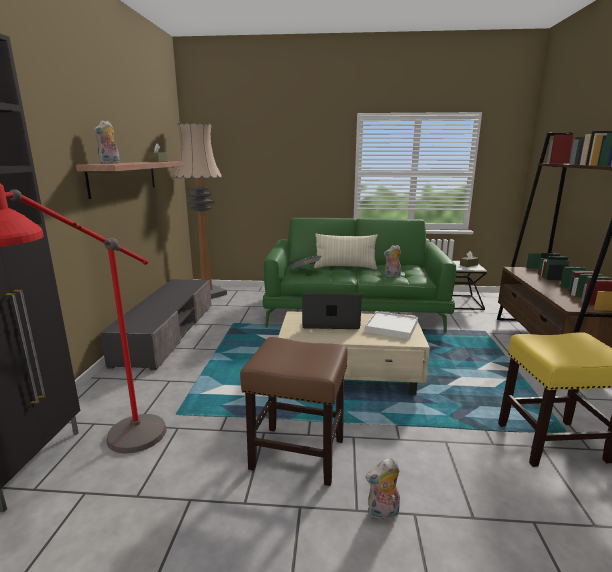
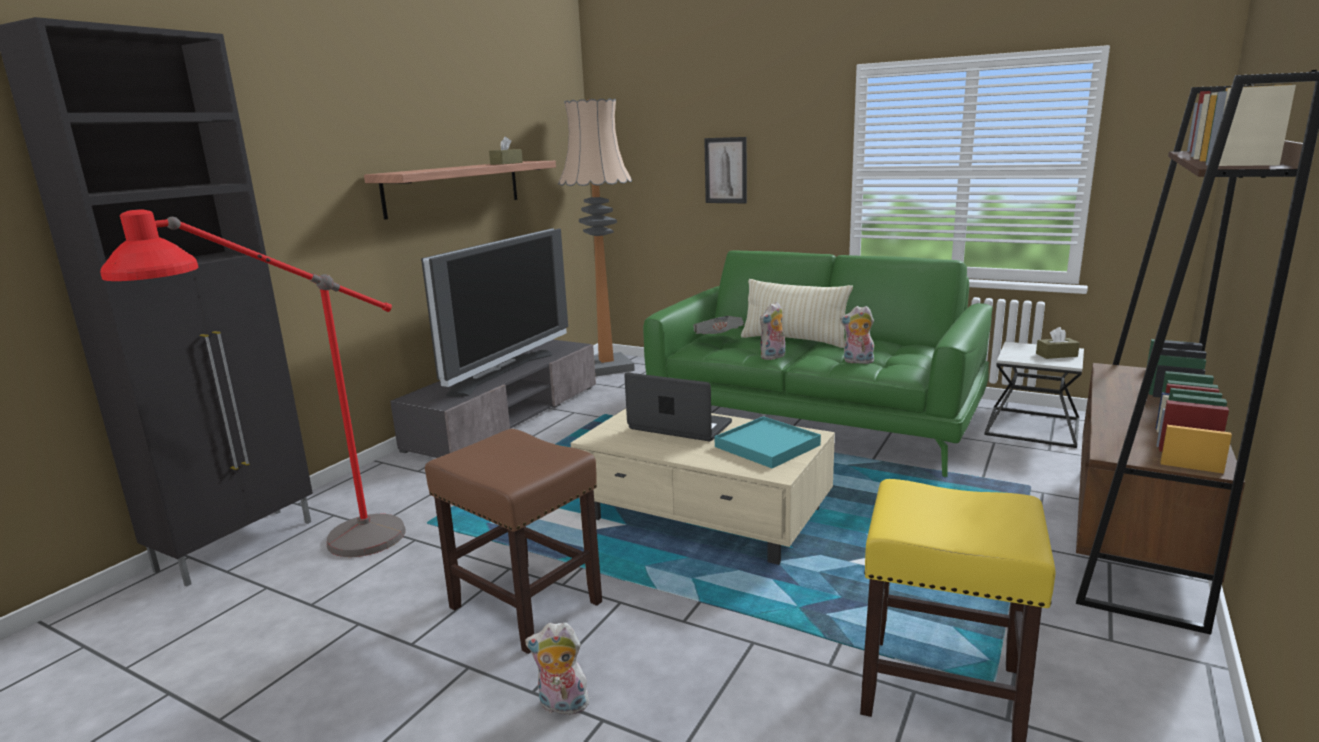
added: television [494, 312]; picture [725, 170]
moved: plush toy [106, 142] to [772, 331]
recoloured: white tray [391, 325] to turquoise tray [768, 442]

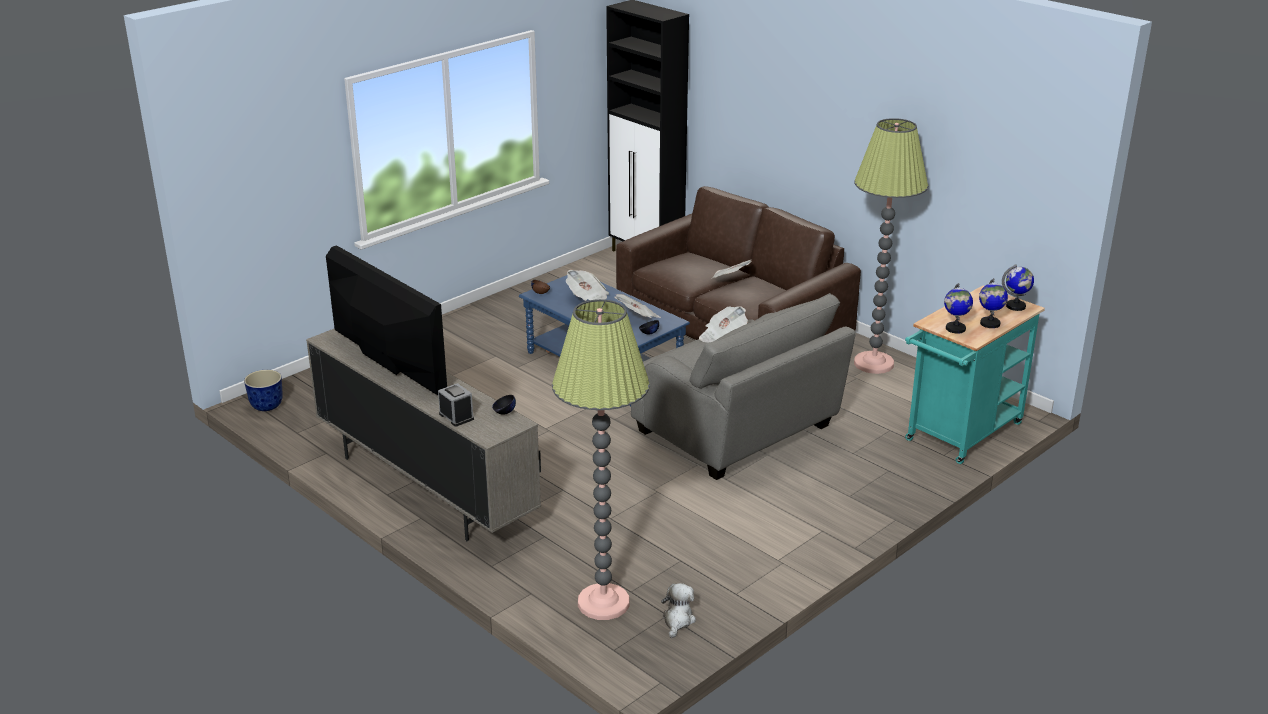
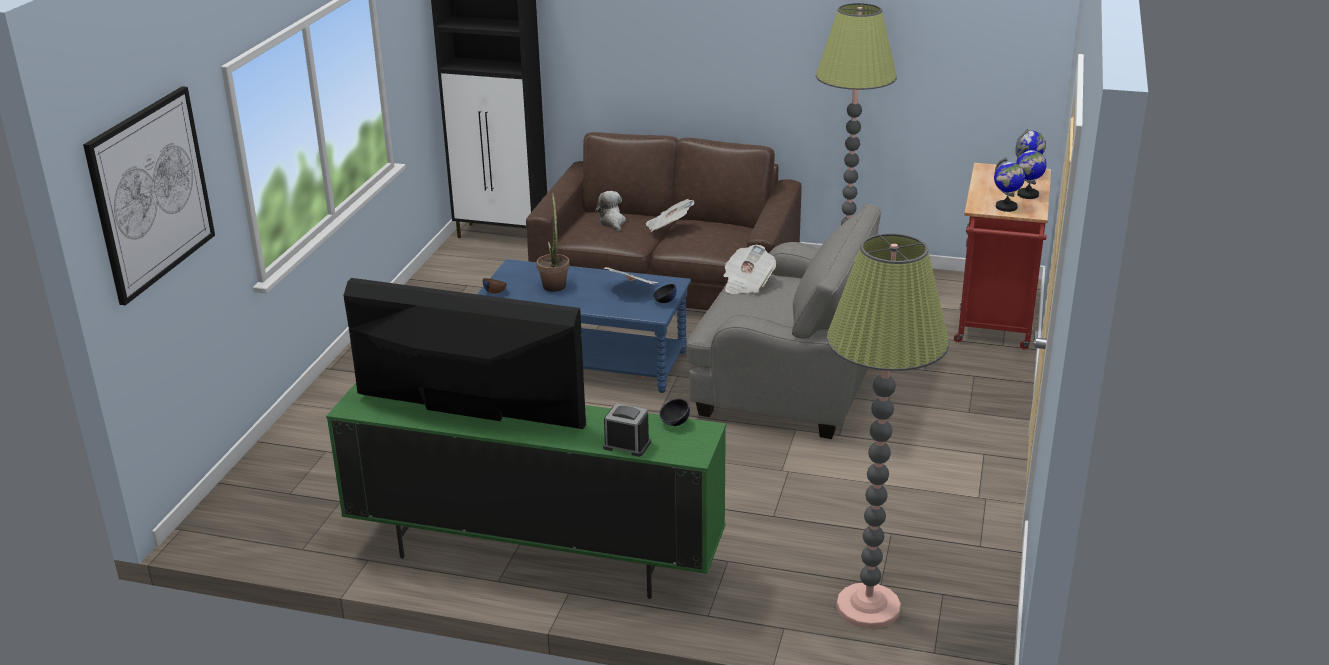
removed: planter [263, 390]
added: picture [149, 195]
moved: plush toy [678, 610] to [610, 211]
replaced: newspaper [587, 285] to potted plant [553, 242]
recoloured: beige tv stand [423, 434] to green tv stand [526, 491]; turquoise cart [975, 375] to red cart [1002, 256]

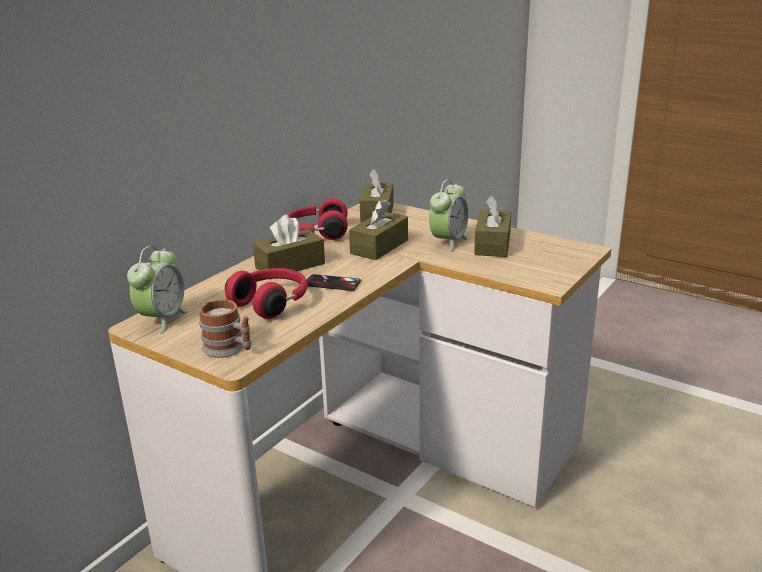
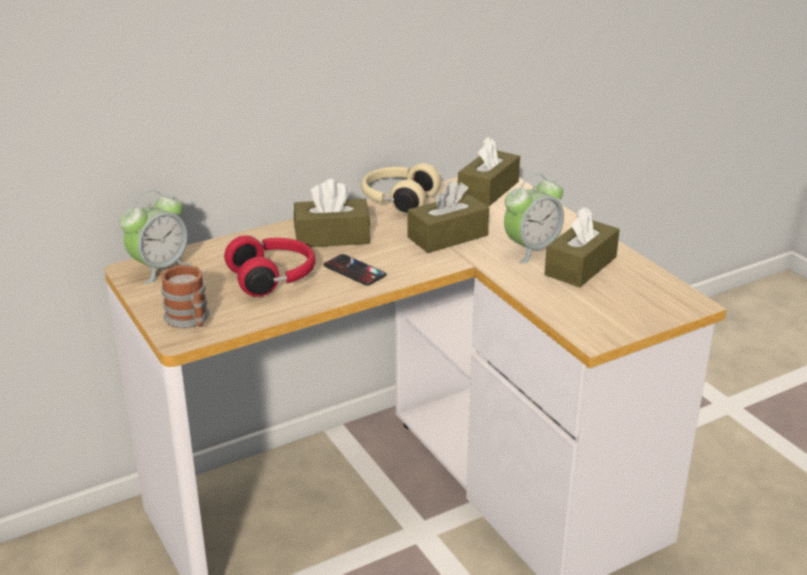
recoloured: red headphones [318, 219] to beige headphones [401, 189]

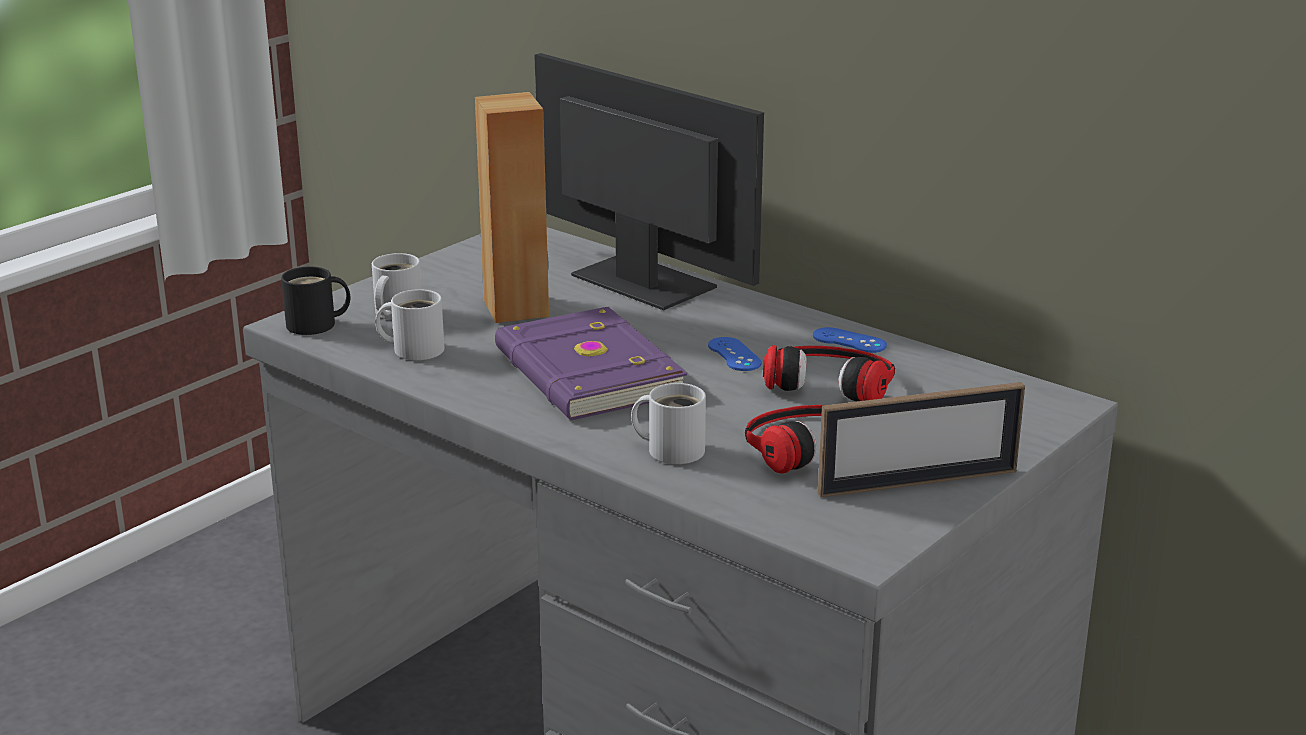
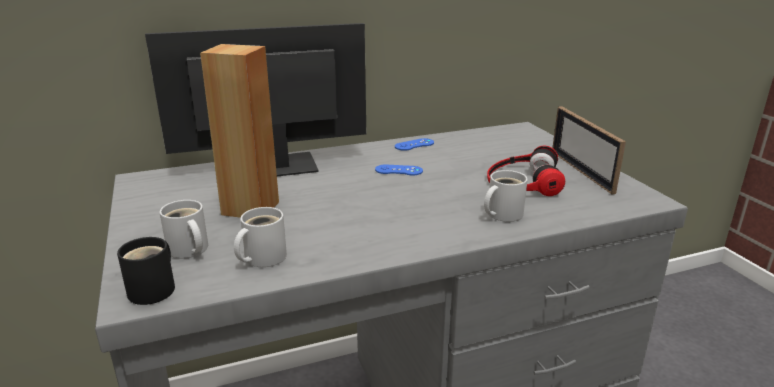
removed: purple book [591, 363]; headphones [829, 373]
turned: picture frame [921, 439] = [589, 150] 150 degrees clockwise

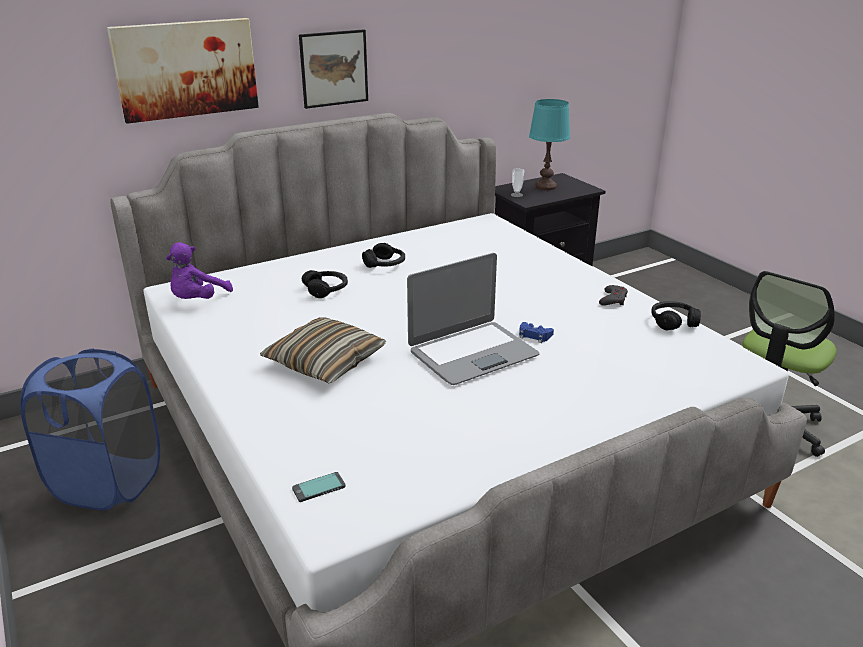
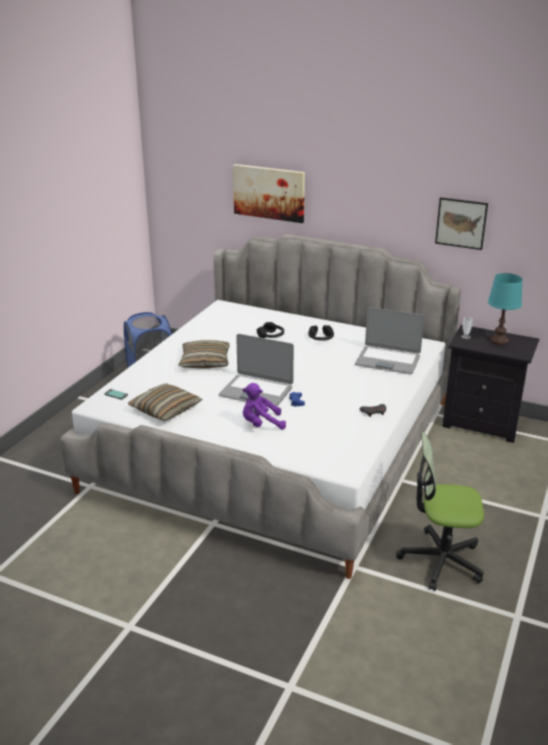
removed: black headphones [676, 316]
added: pillow [165, 402]; laptop [389, 340]
moved: purple plush toy [199, 270] to [264, 406]; picture [333, 69] to [461, 223]

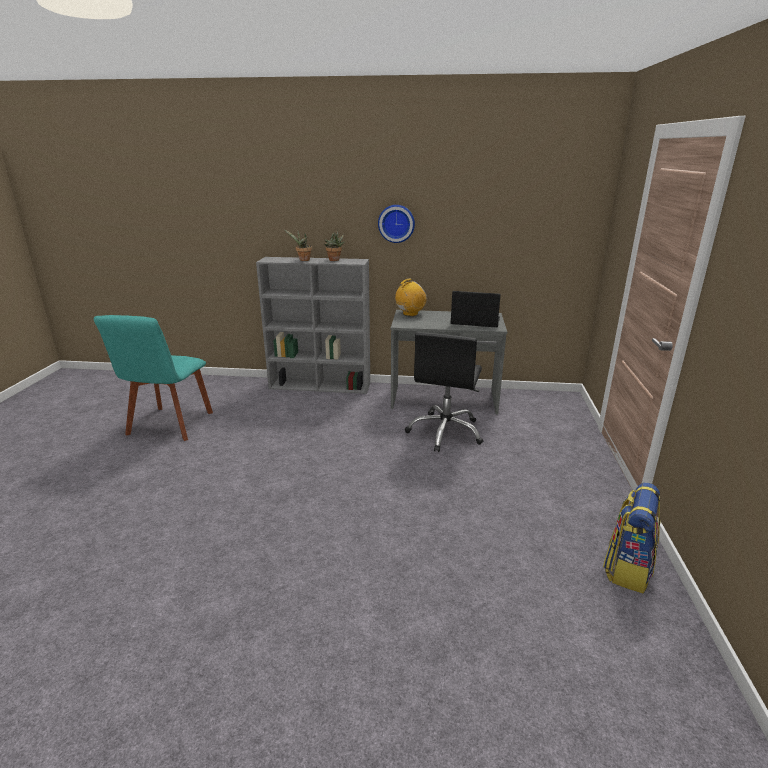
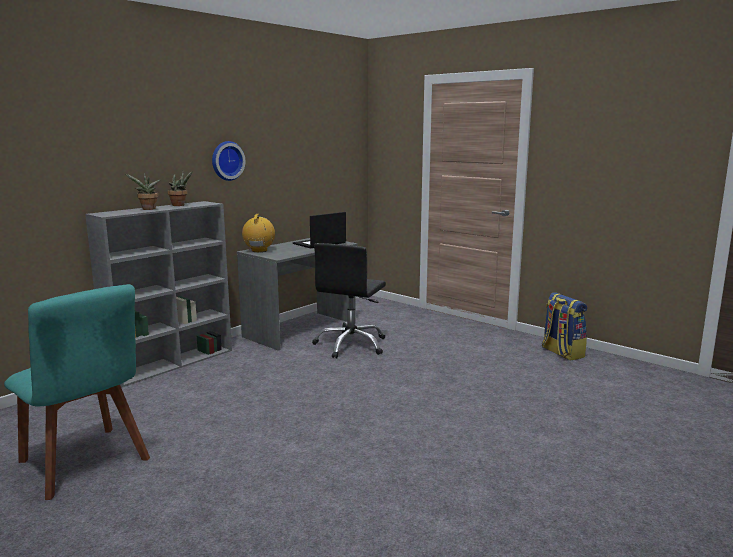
turned: black office chair [444, 392] = [349, 300] 60 degrees clockwise

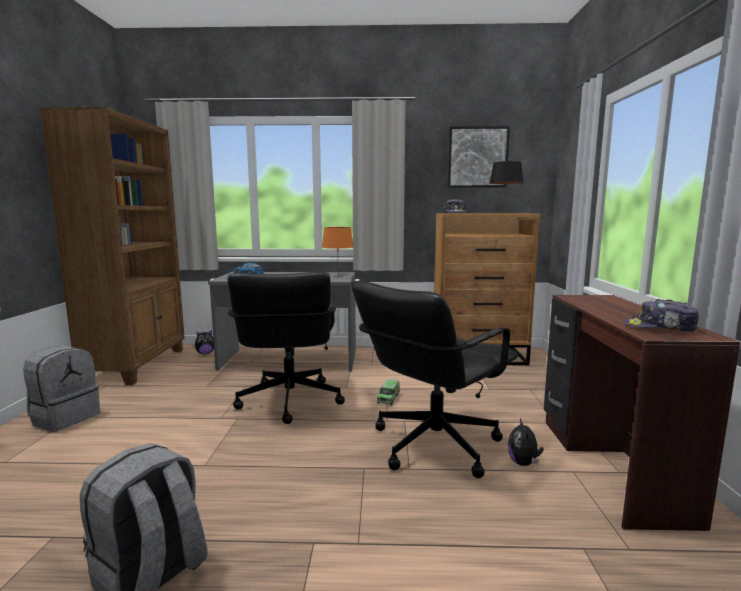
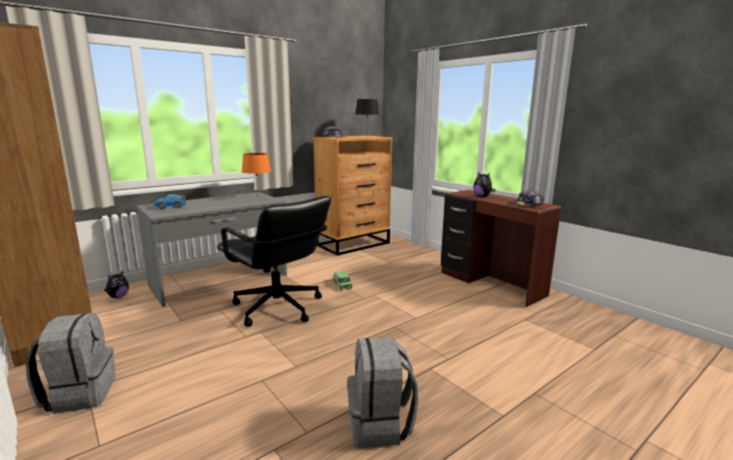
removed: black office chair [434, 379]; picture [479, 157]
moved: plush toy [526, 442] to [484, 184]

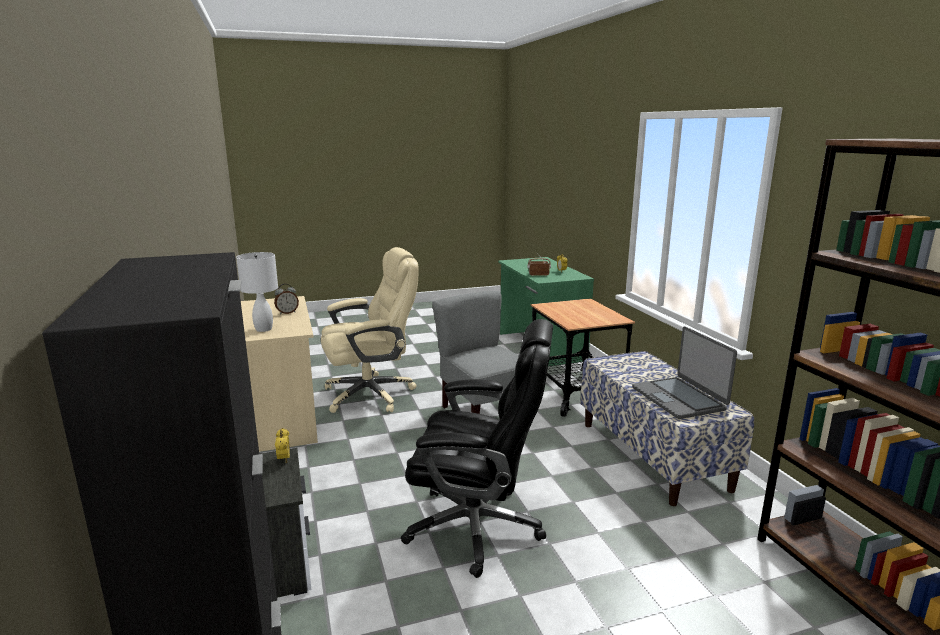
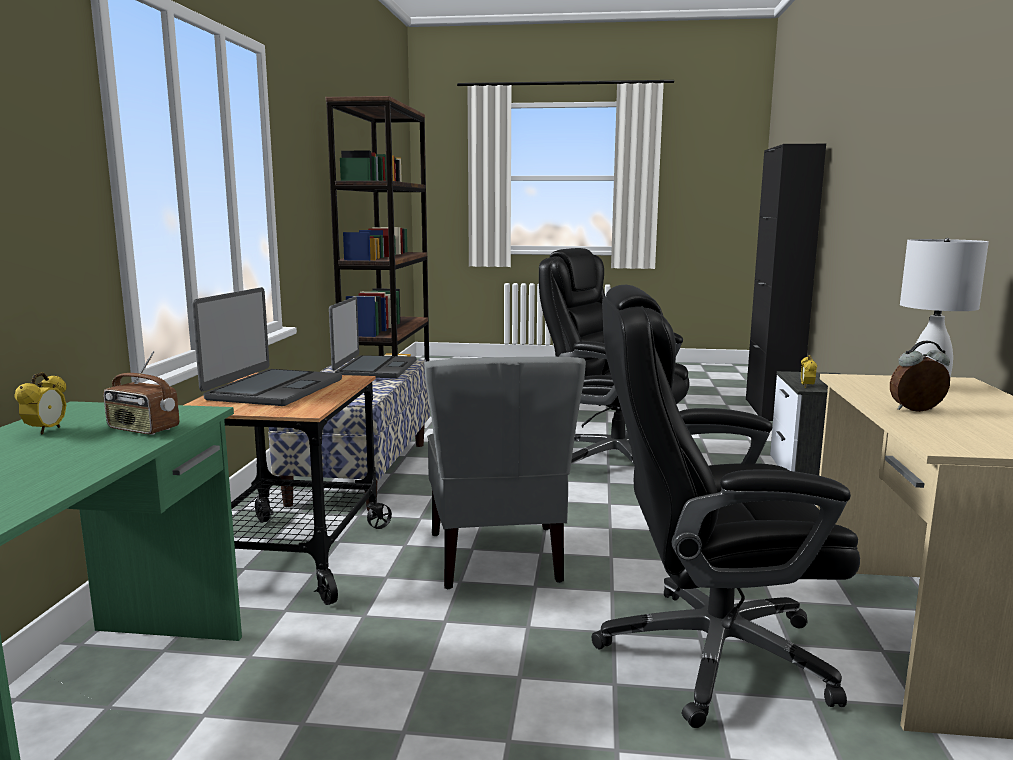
added: laptop [267, 346]
recoloured: beige office chair [369, 330] to black office chair [725, 506]

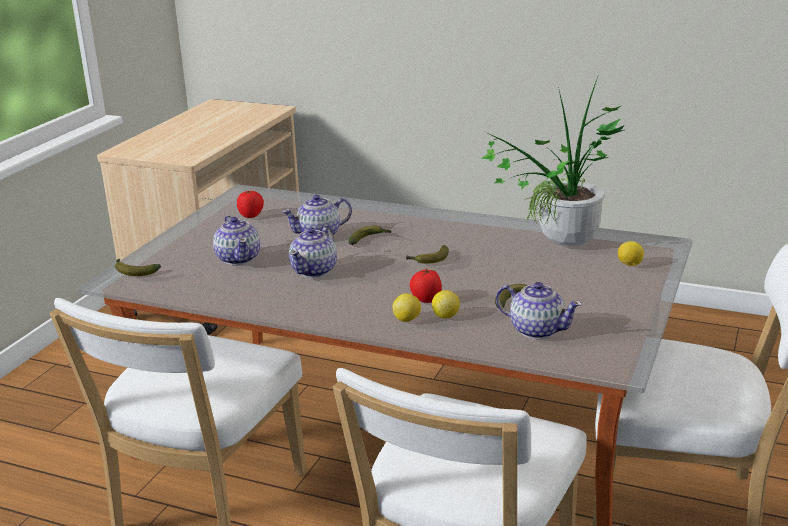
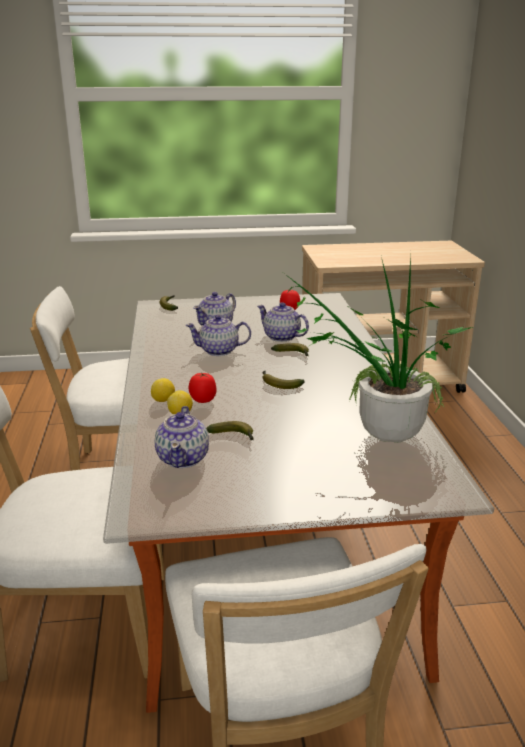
removed: lemon [631, 253]

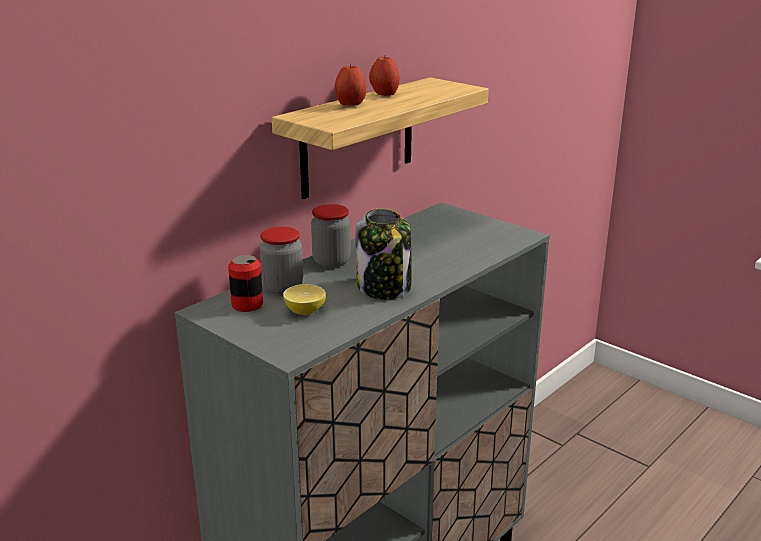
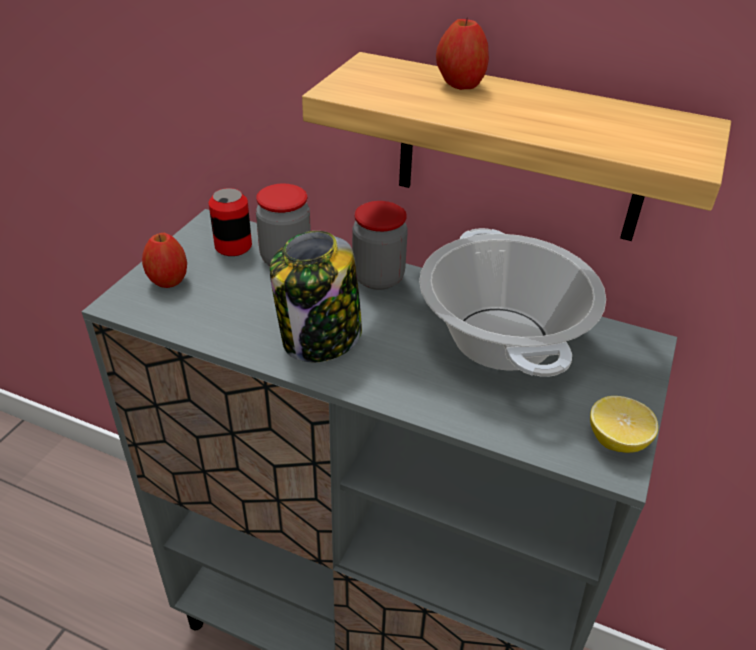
added: cooking pot [512, 302]
moved: lemon [304, 299] to [624, 424]; apple [384, 76] to [164, 260]

